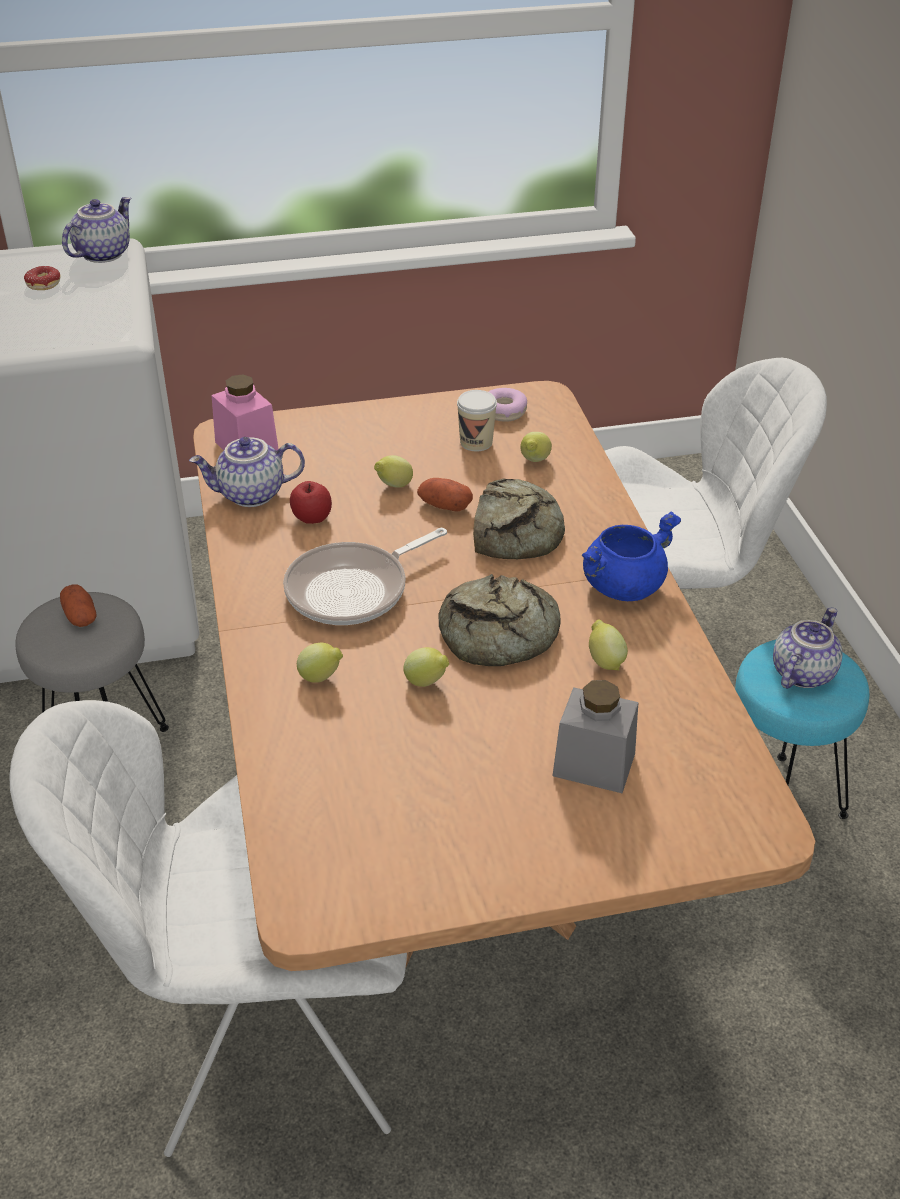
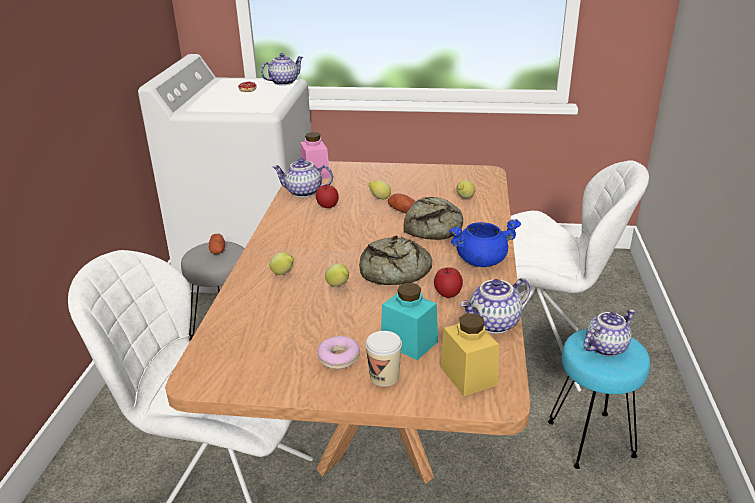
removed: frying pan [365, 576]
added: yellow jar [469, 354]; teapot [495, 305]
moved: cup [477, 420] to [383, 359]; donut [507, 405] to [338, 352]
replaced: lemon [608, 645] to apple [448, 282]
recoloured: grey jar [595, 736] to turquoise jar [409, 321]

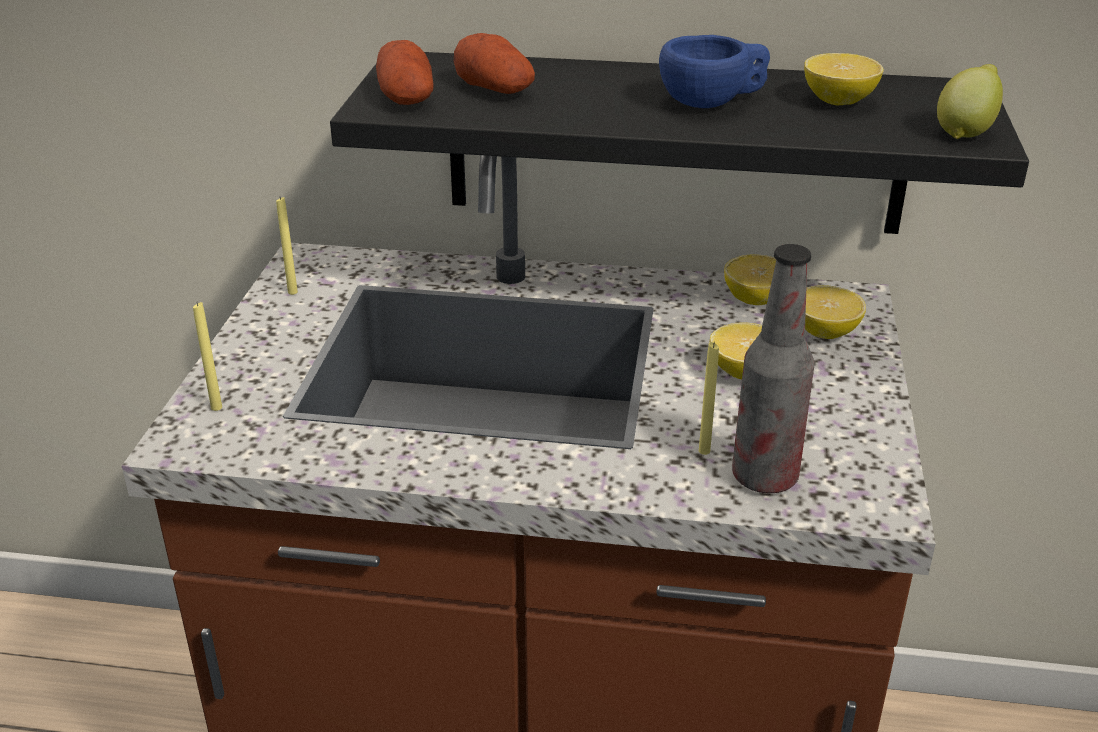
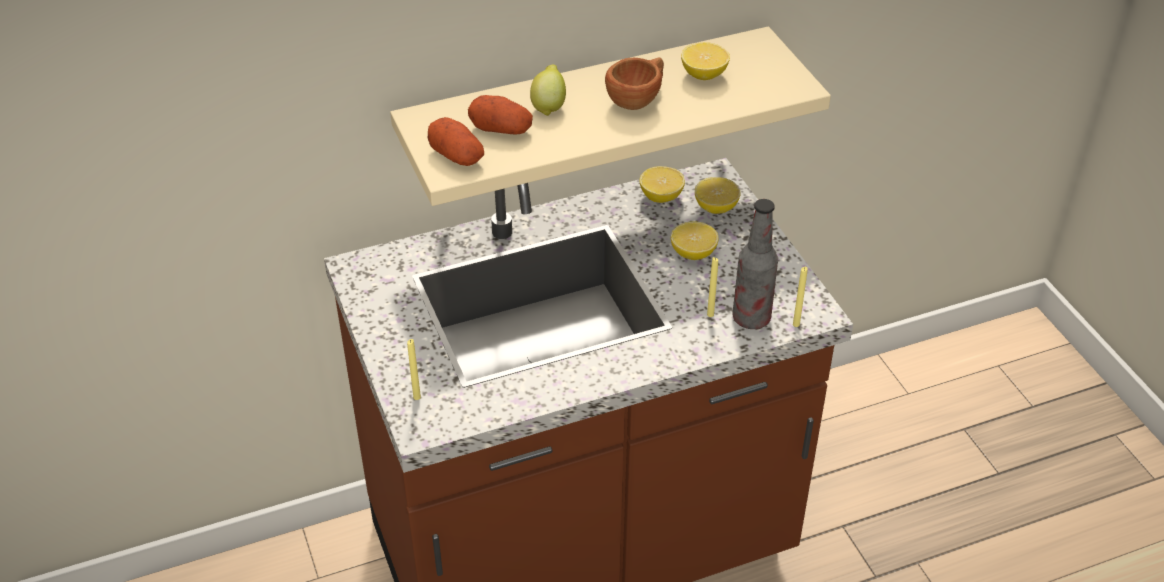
moved: yellow candle [287, 246] to [800, 297]; lemon [970, 101] to [548, 90]
recoloured: black shelf [679, 143] to beige shelf [610, 116]; blue cup [714, 71] to brown cup [634, 84]

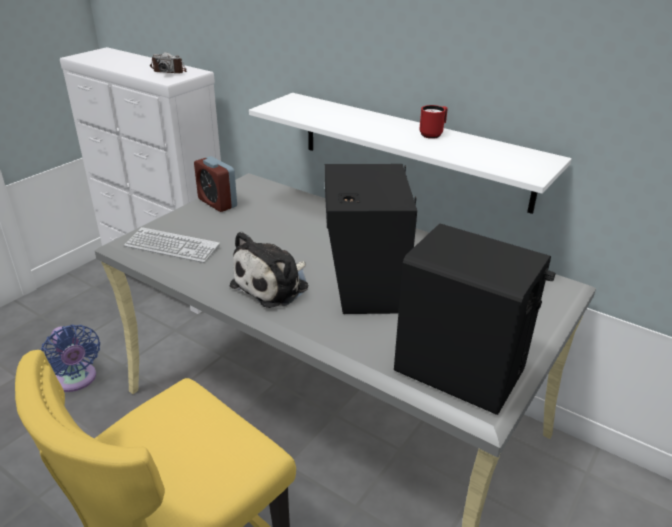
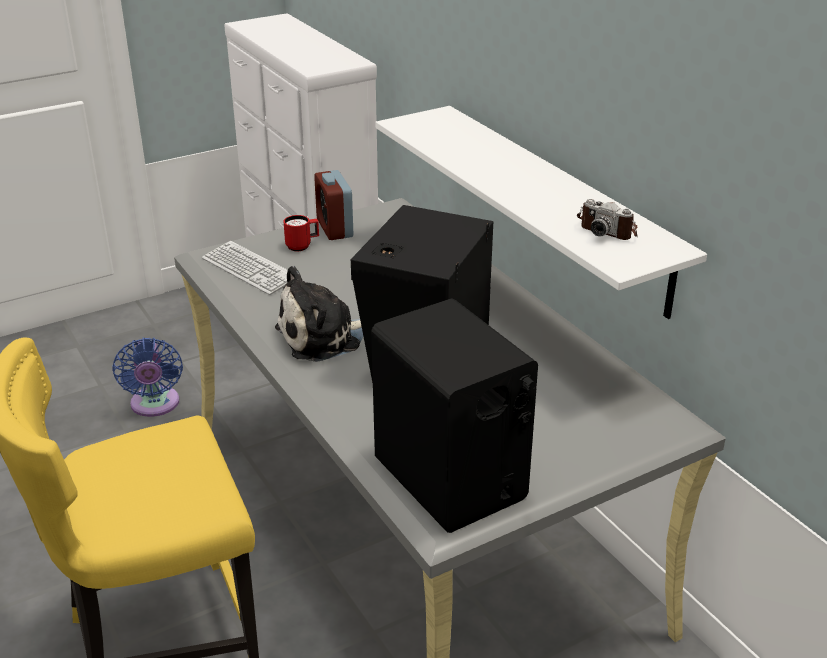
moved: photo camera [168, 63] to [607, 219]; red mug [433, 122] to [301, 233]

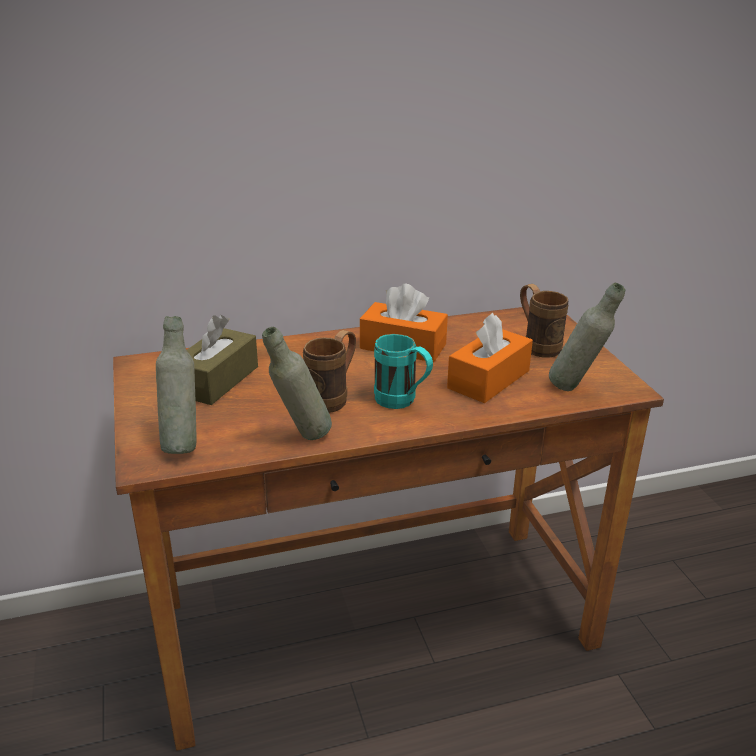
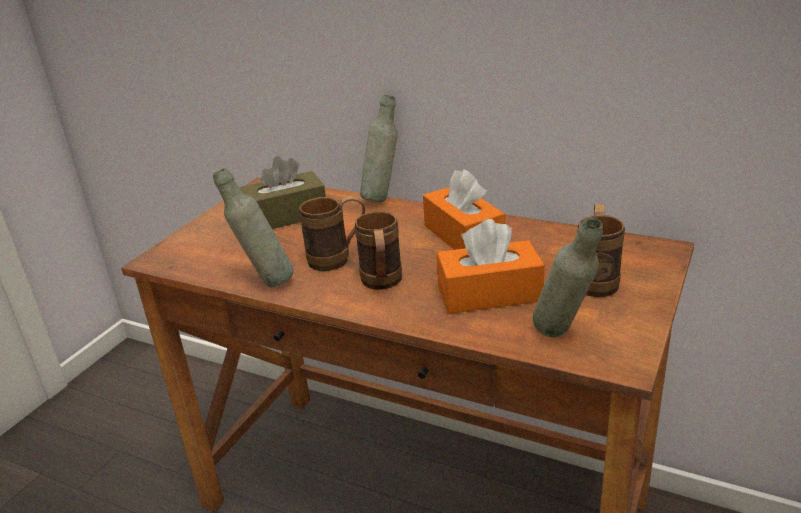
moved: grey bottle [176, 385] to [378, 149]
recoloured: turquoise mug [403, 371] to brown mug [378, 250]

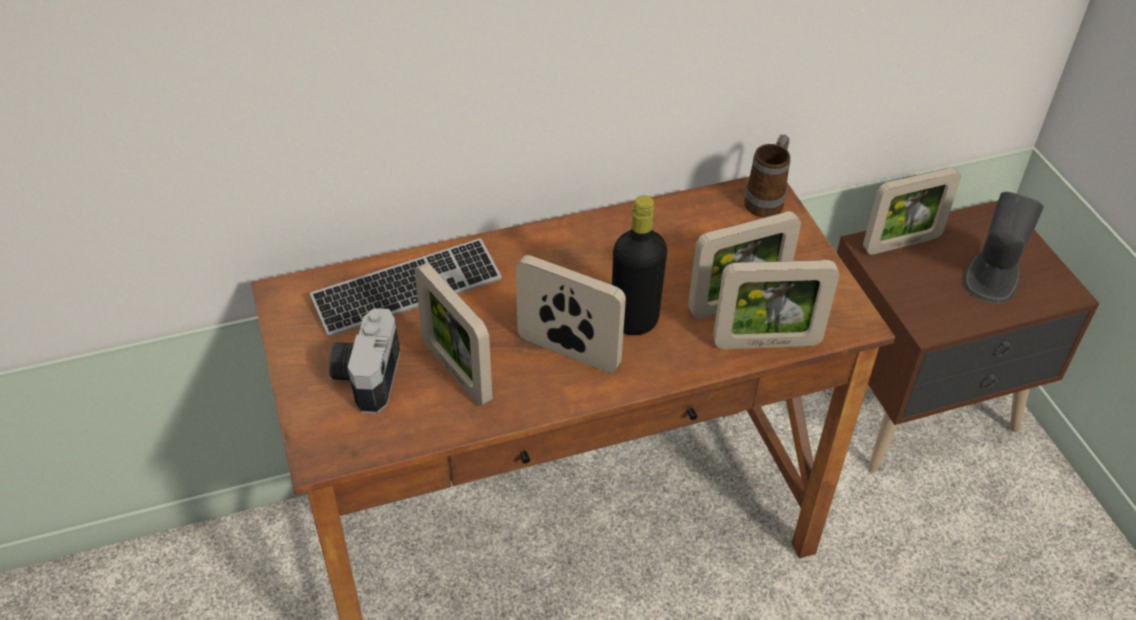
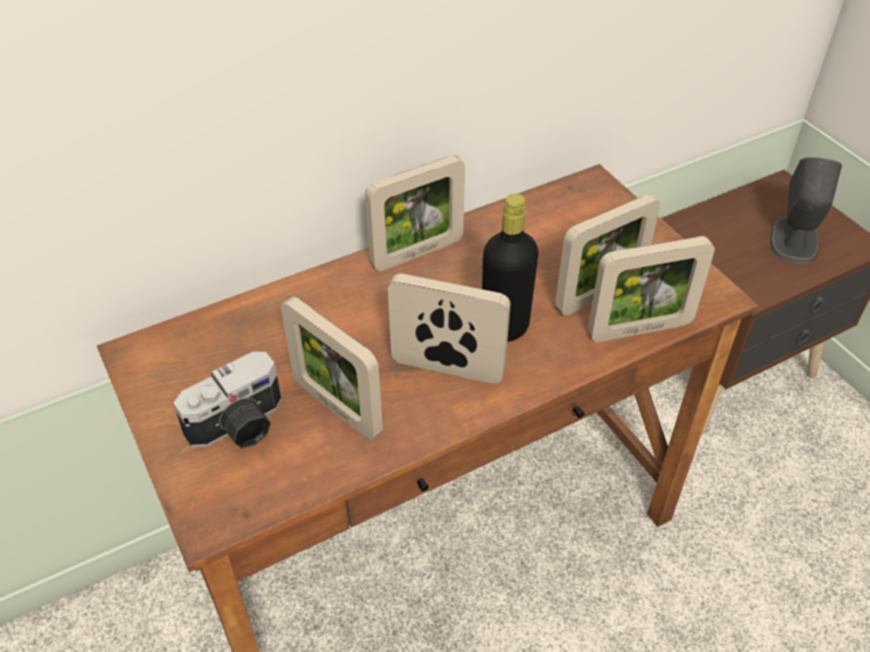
removed: keyboard [406, 287]; mug [767, 176]
moved: picture frame [912, 211] to [415, 213]
turned: photo camera [364, 361] = [227, 400] 120 degrees counterclockwise

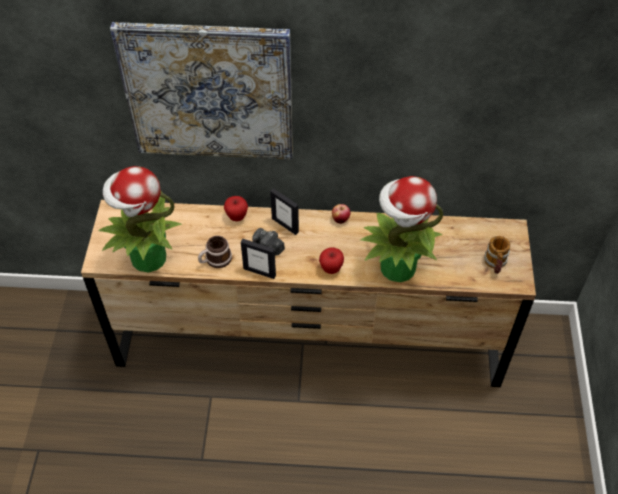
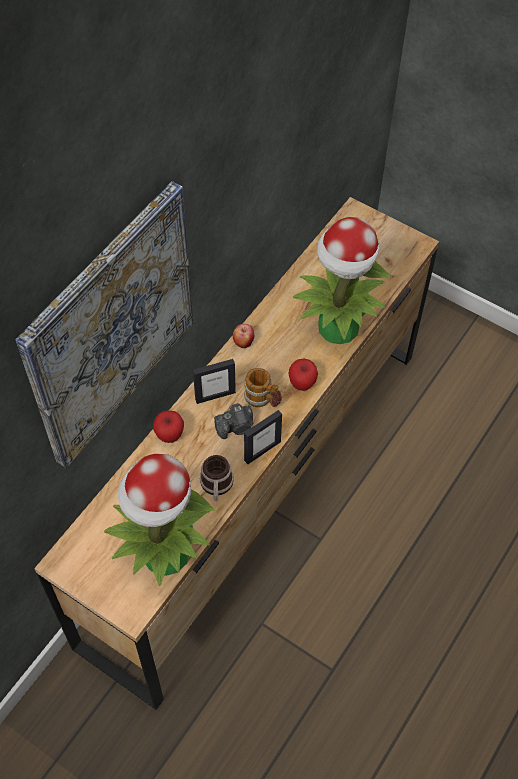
moved: mug [497, 255] to [263, 387]

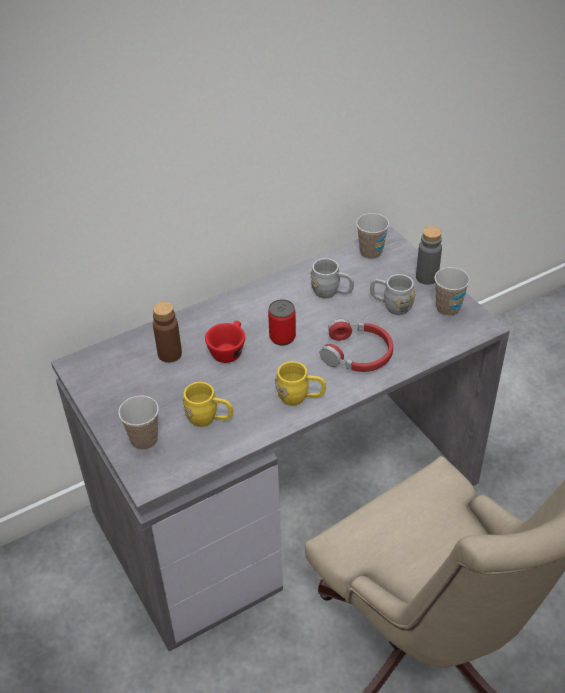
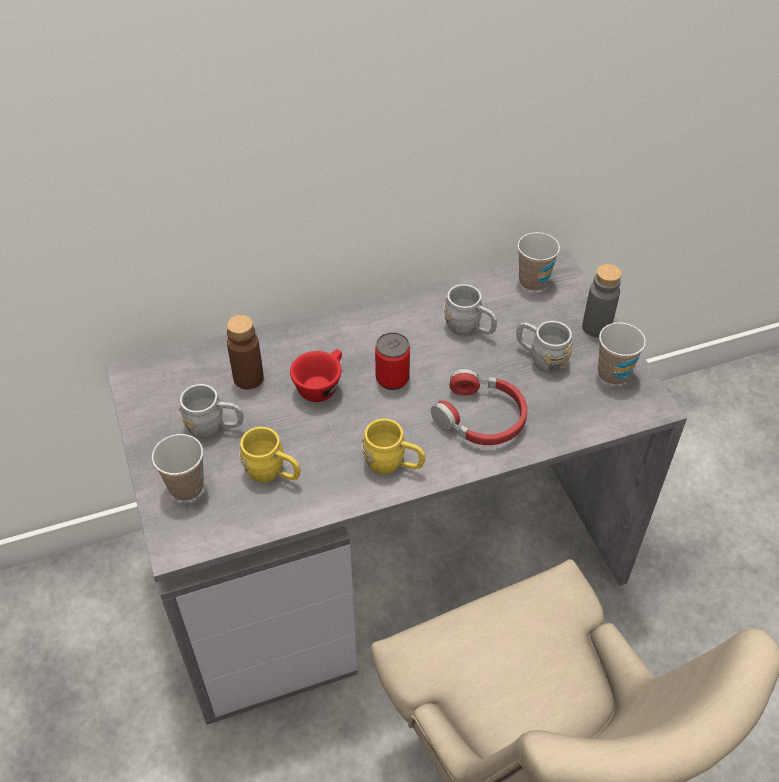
added: grey mug [211, 411]

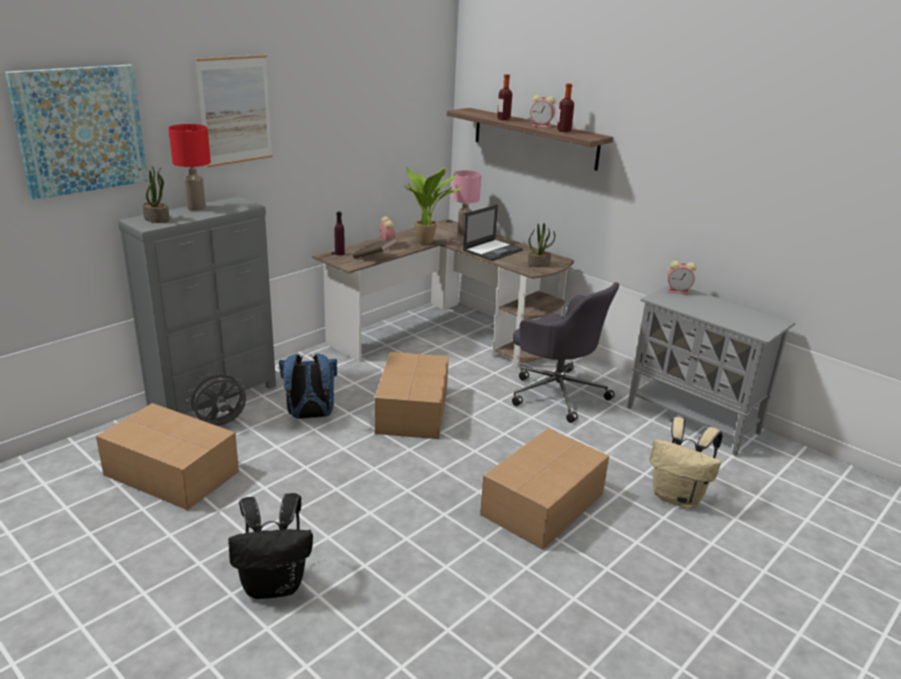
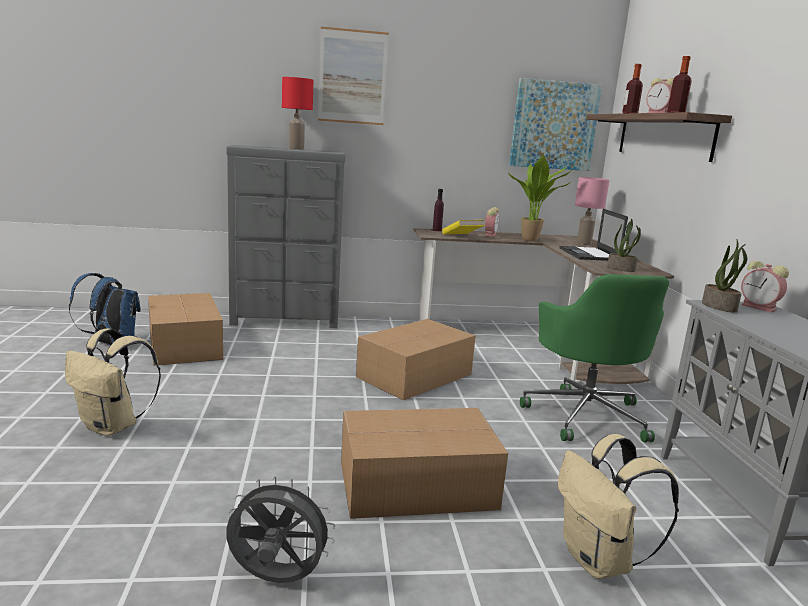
moved: picture [76, 132] to [555, 124]; potted plant [156, 195] to [725, 276]; grey fan [216, 398] to [280, 529]; blue backpack [308, 386] to [105, 309]
recoloured: black backpack [270, 546] to beige backpack [113, 382]; brown book [374, 248] to yellow book [463, 227]; grey office chair [565, 352] to green office chair [594, 358]
turned: laptop [493, 232] = [593, 235] 90 degrees clockwise

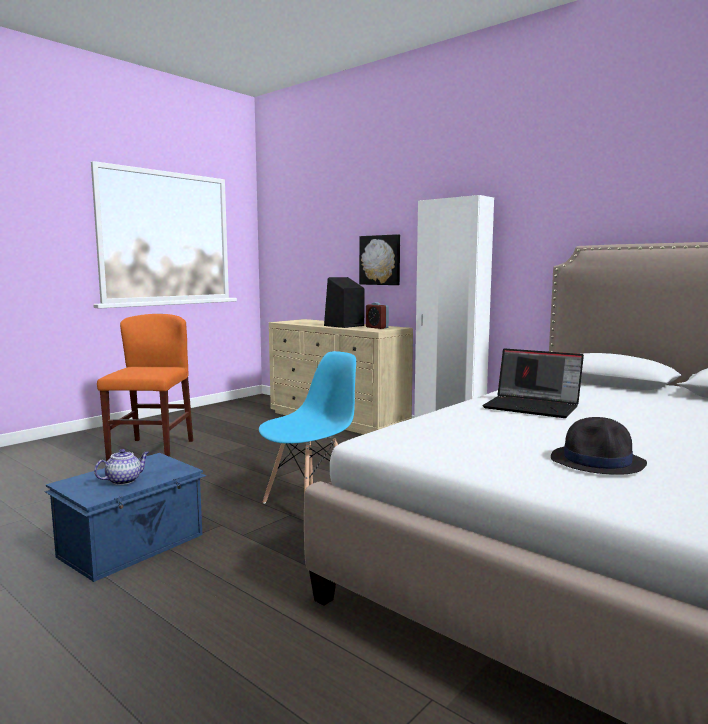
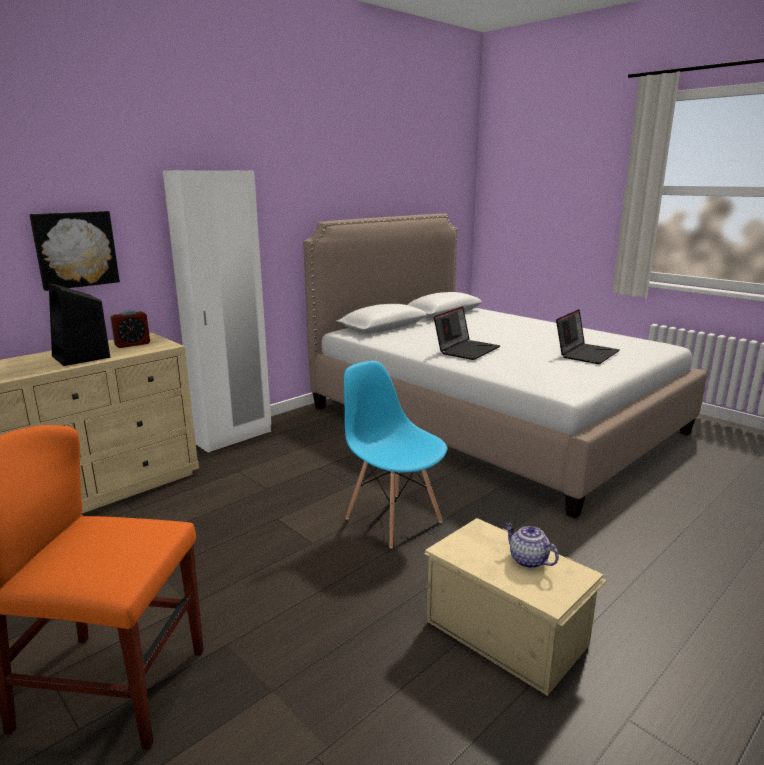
replaced: black hat [599, 446] to laptop [588, 336]
recoloured: blue storage box [126, 517] to beige storage box [515, 607]

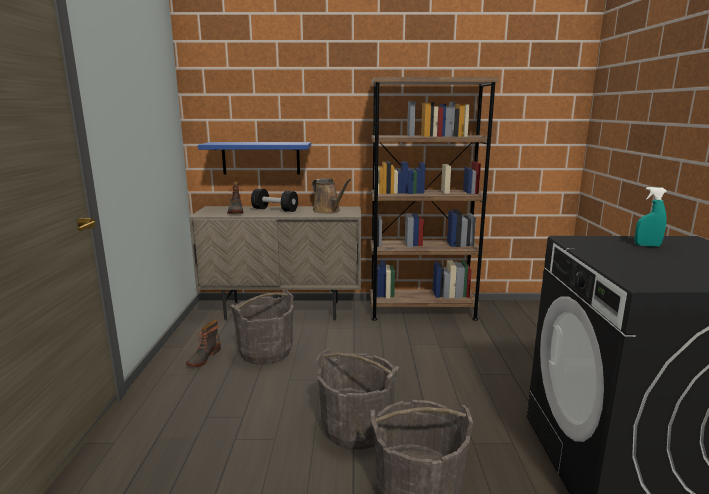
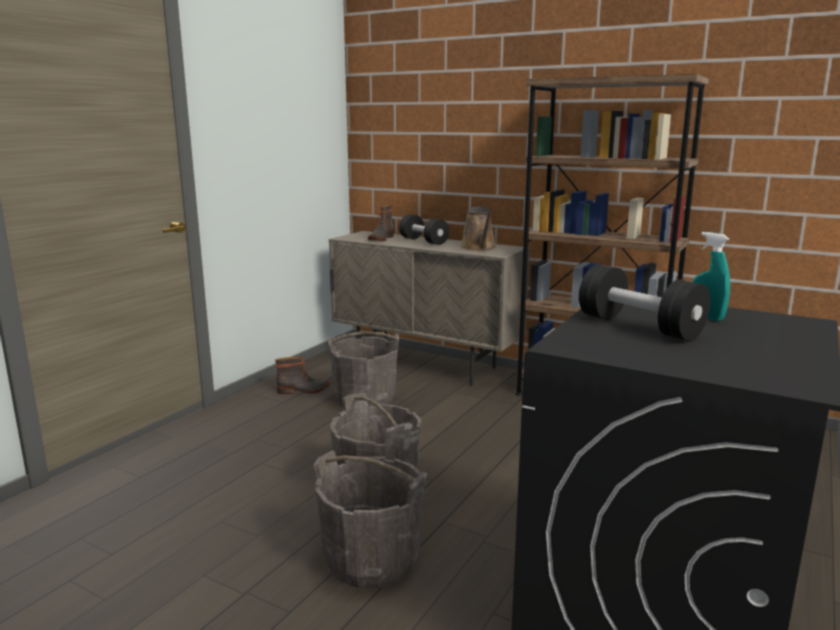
removed: blue shelf [254, 158]
added: black dumbbell [644, 303]
turned: boot [203, 343] = [302, 375] 150 degrees counterclockwise

